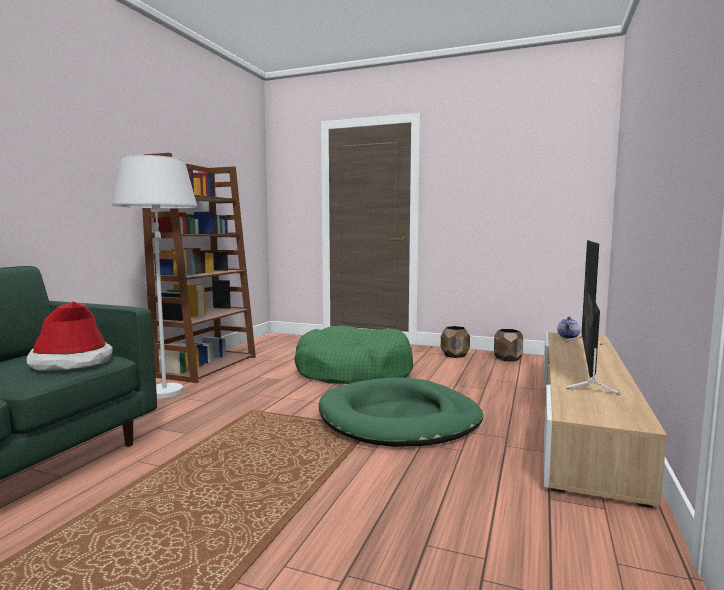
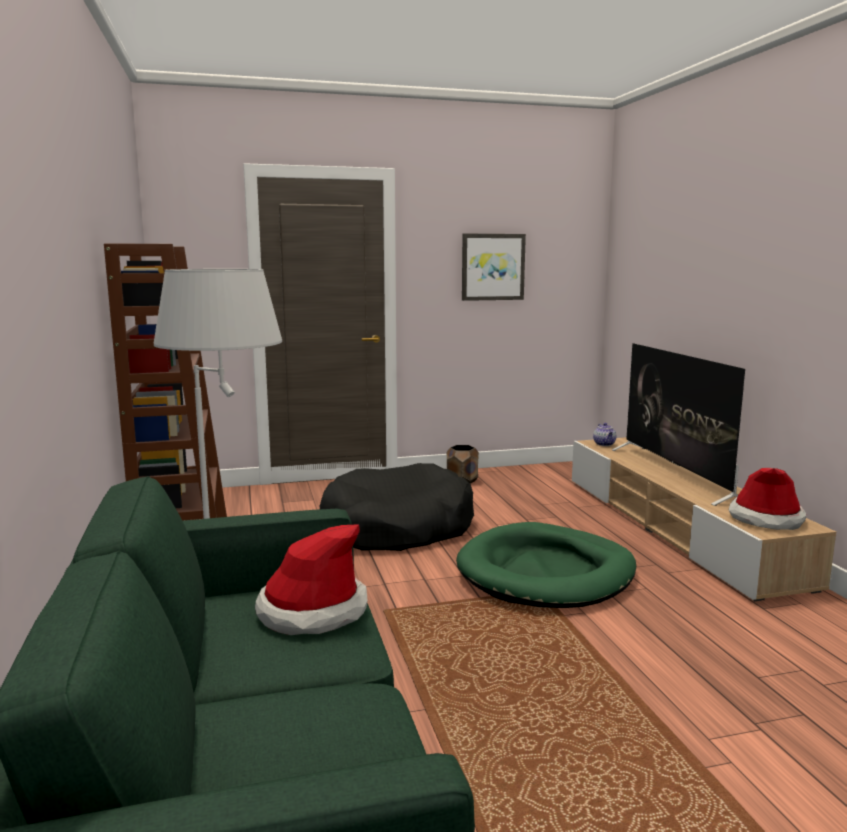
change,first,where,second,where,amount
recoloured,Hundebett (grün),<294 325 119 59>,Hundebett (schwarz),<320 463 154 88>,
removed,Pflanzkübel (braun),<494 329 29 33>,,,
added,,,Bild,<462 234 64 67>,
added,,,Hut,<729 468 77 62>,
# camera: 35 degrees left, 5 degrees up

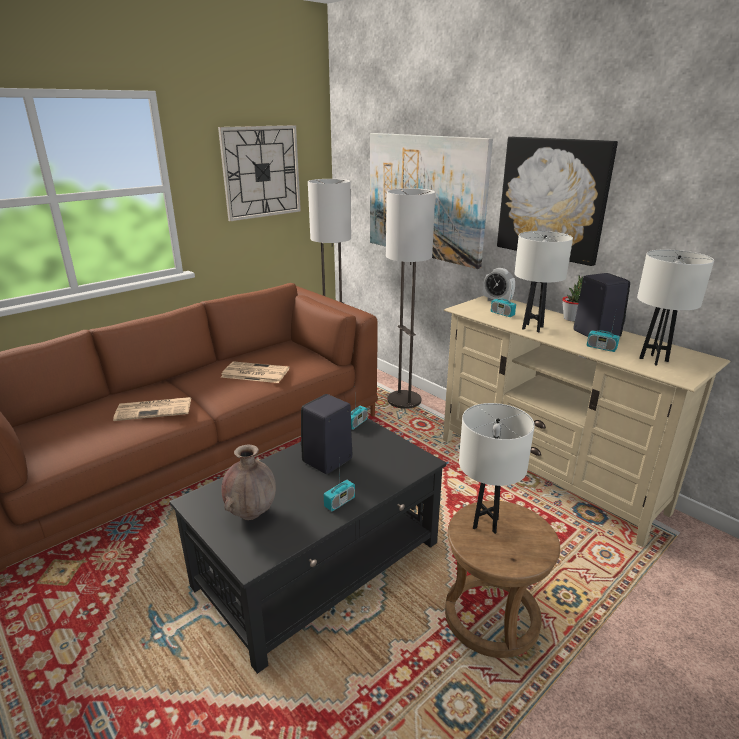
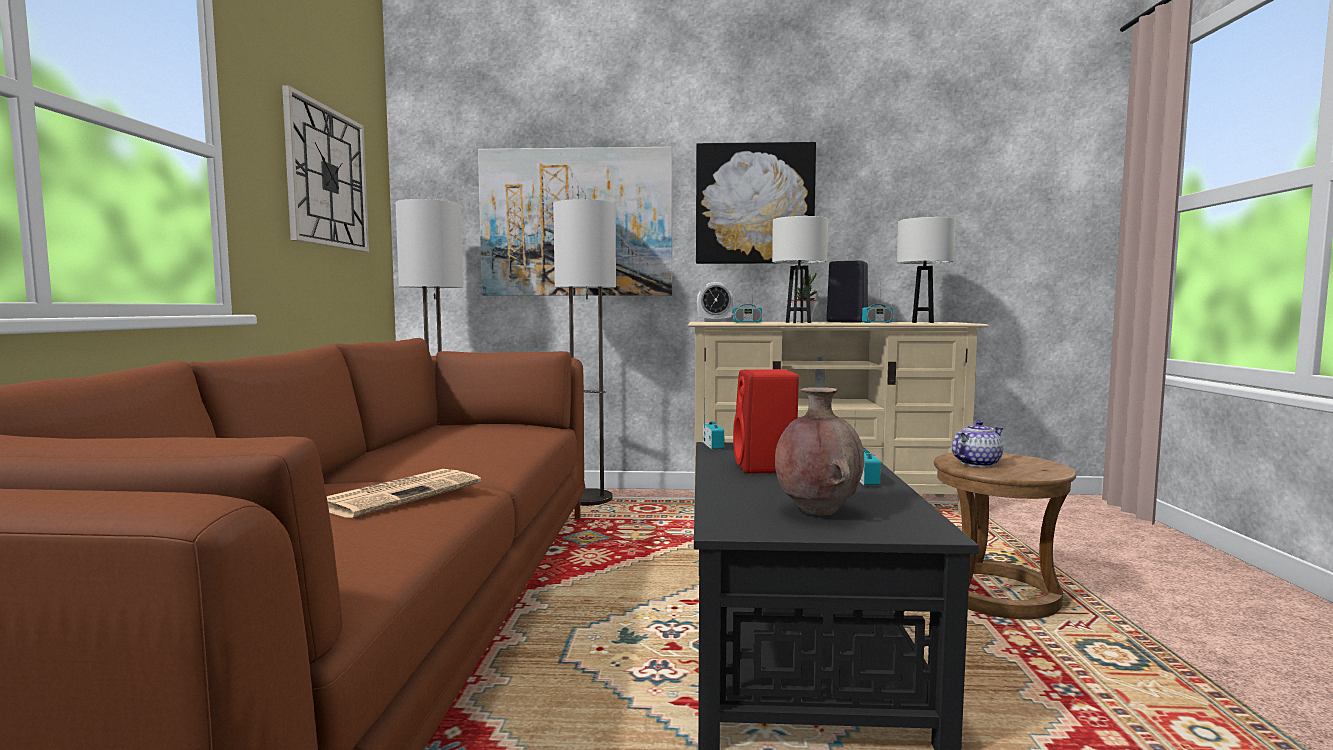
change,first,where,second,where,amount
removed,Zeitung,<221 362 68 21>,,,
recoloured,Lautsprecher (schwarz),<301 394 52 80>,Lautsprecher (rot),<733 369 66 105>,
replaced,Tischlampe (weiß),<459 403 76 131>,Teekanne,<952 420 51 47>,
# camera: 45 degrees left, 20 degrees down

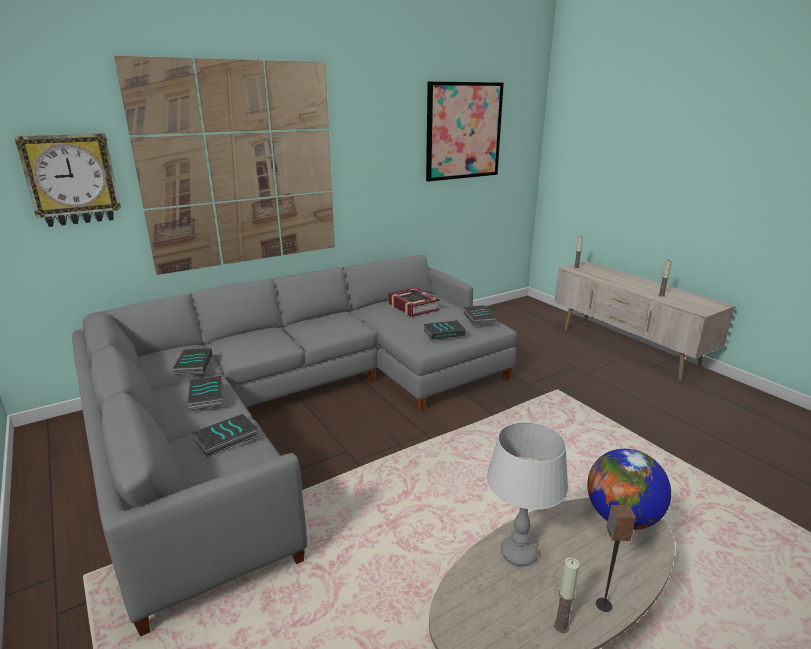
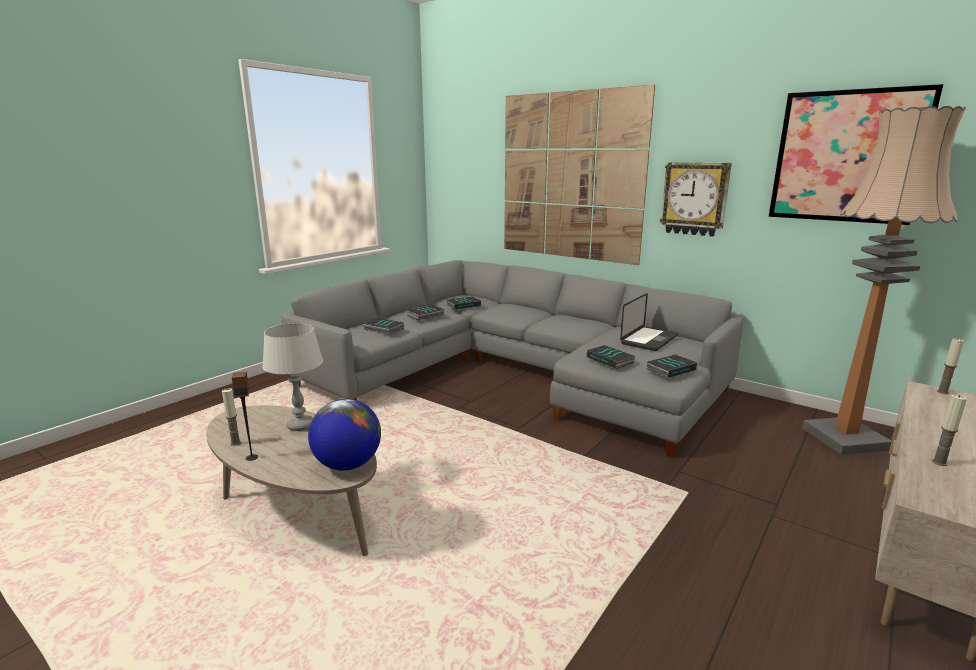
change,first,where,second,where,amount
moved,Wanduhr,<14 133 107 94>,,<660 162 72 75>,
replaced,Buch,<389 288 51 29>,Laptop,<620 293 58 58>,
added,,,Stehlampe,<802 106 164 349>,
# camera: 70 degrees right, 5 degrees down

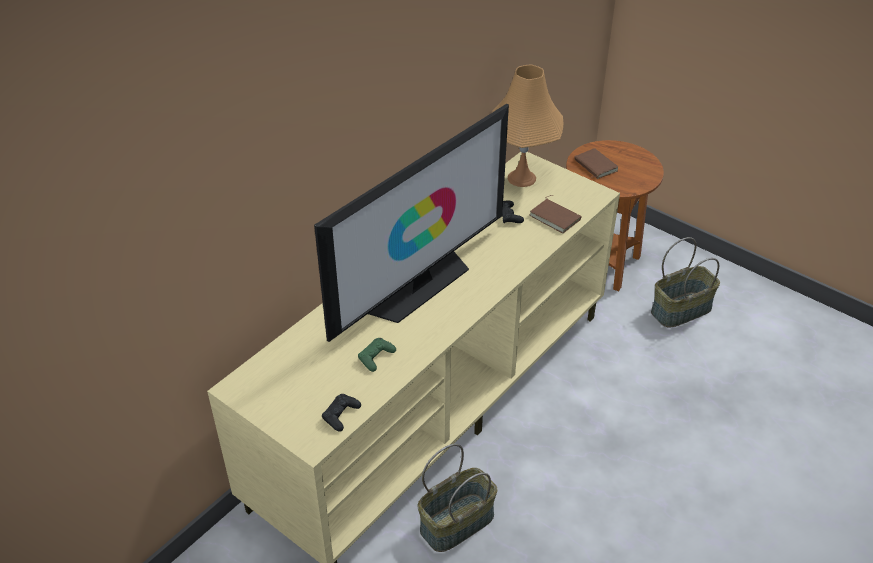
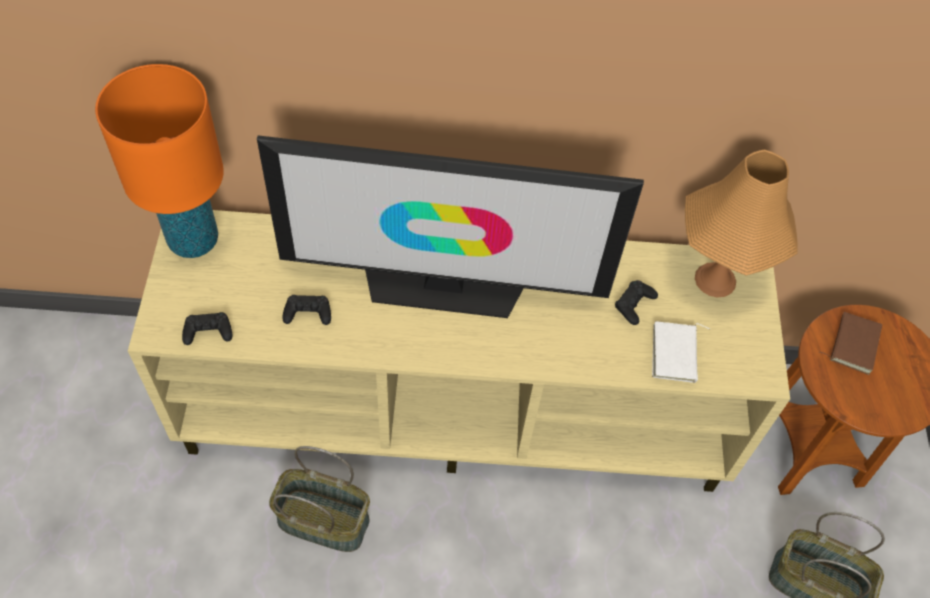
change,first,where,second,where,amount
recoloured,Gamepad (grün),<358 338 38 34>,Gamepad (schwarz),<282 295 49 30>,
recoloured,Buch (braun),<529 195 53 38>,Buch (weiß),<652 321 58 62>,
added,,,Tischlampe (orange),<95 64 129 194>,
# camera: 50 degrees right, 15 degrees up

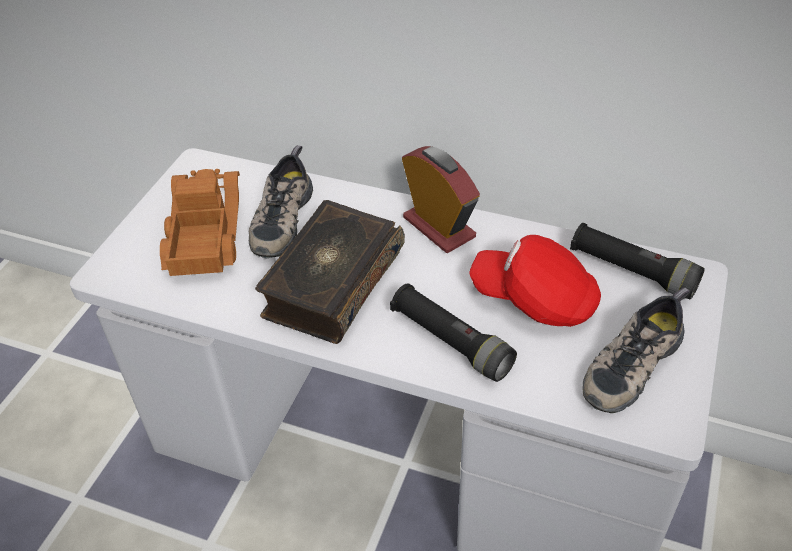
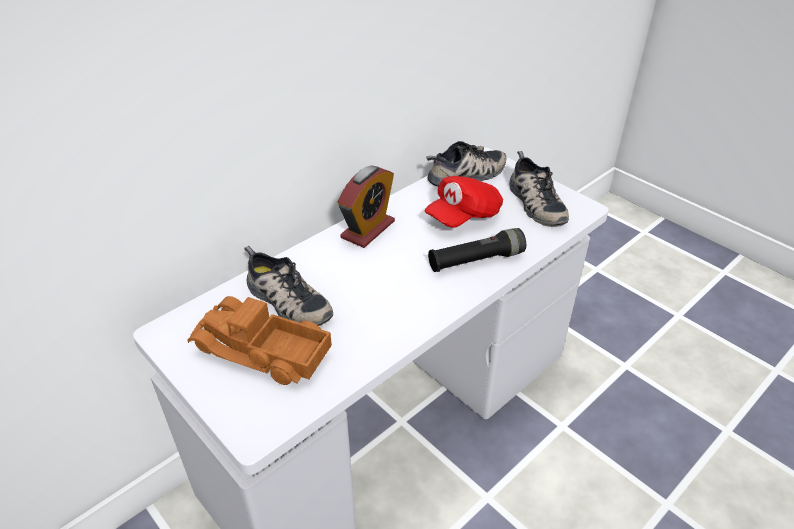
change,first,where,second,where,amount
removed,Buch,<255 200 150 144>,,,
turned,Wecker,<402 146 78 107>,,<338 165 57 83>,135 degrees clockwise
replaced,Taschenlampe (schwarz),<570 223 135 77>,Schuh,<426 141 80 46>,
# camera: 65 degrees left, 5 degrees down

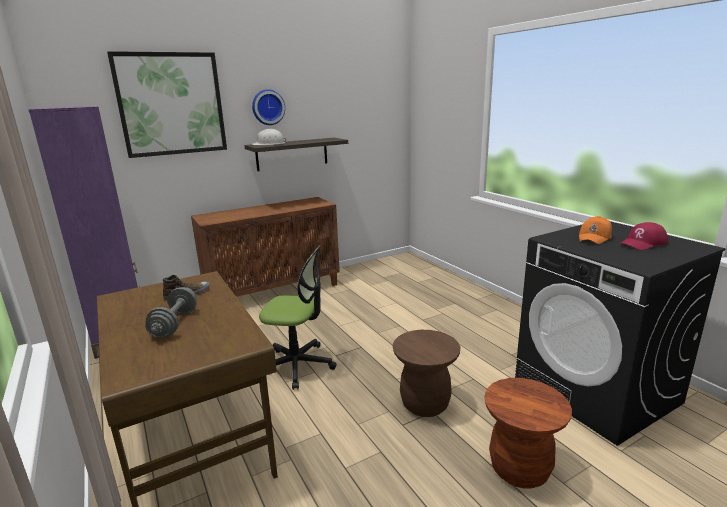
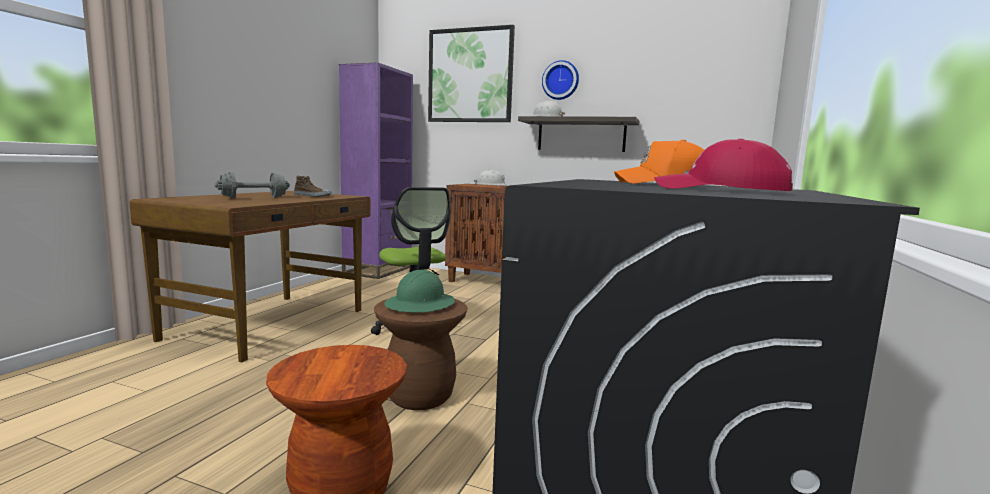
change,first,where,second,where,amount
added,,,Schutzhelm (grün),<384 270 71 43>,
added,,,Schutzhelm (weiß),<474 170 36 16>,
# camera: 50 degrees right, 10 degrees down

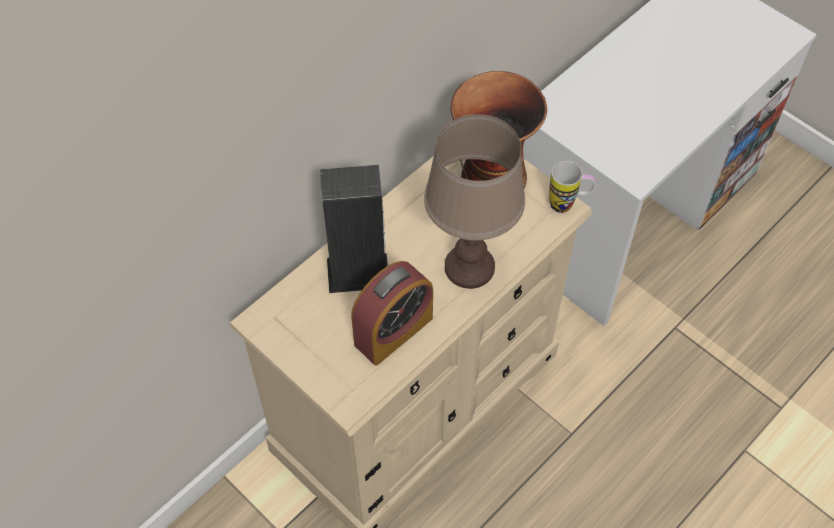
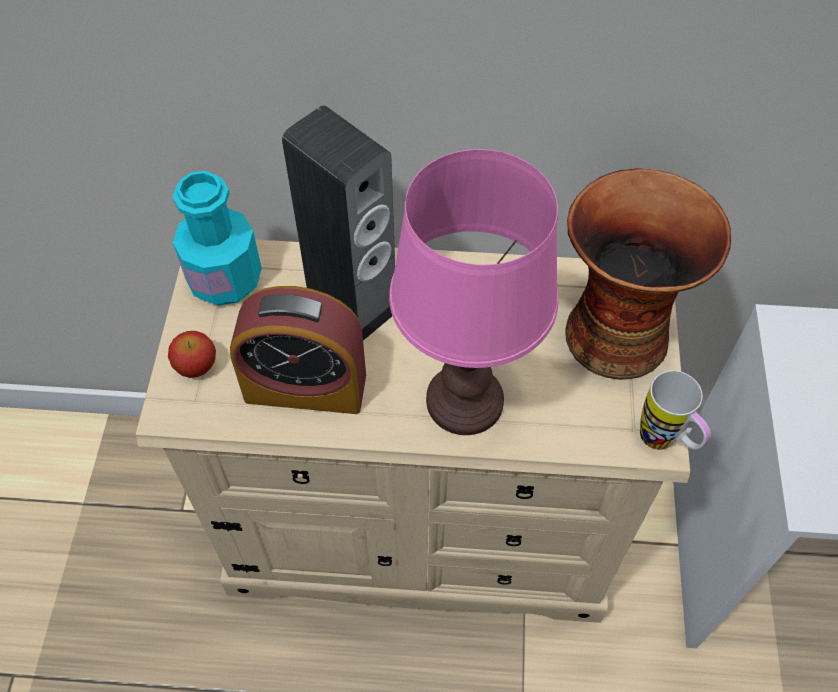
change,first,where,second,where,amount
recoloured,Tischlampe (braun),<424 114 101 175>,Tischlampe (rosa),<389 149 169 286>,
added,,,Apfel,<168 331 48 47>,
added,,,Flasche (türkis),<173 171 89 134>,
# camera: 50 degrees right, 0 degrees up

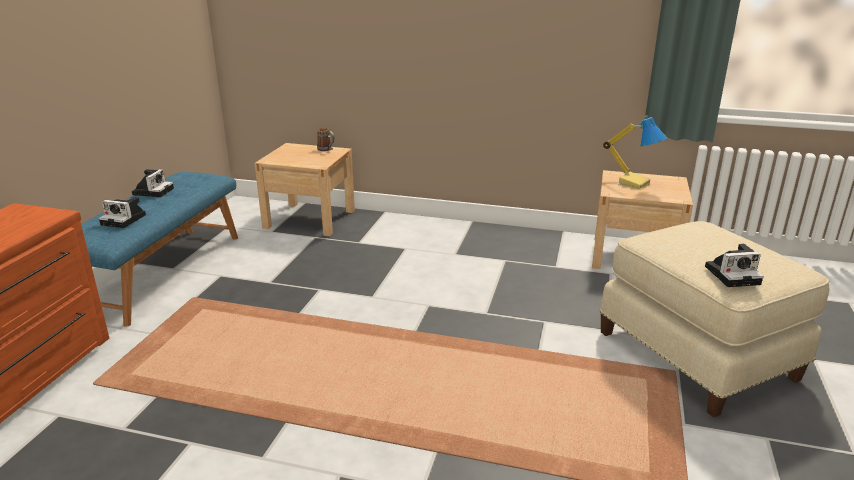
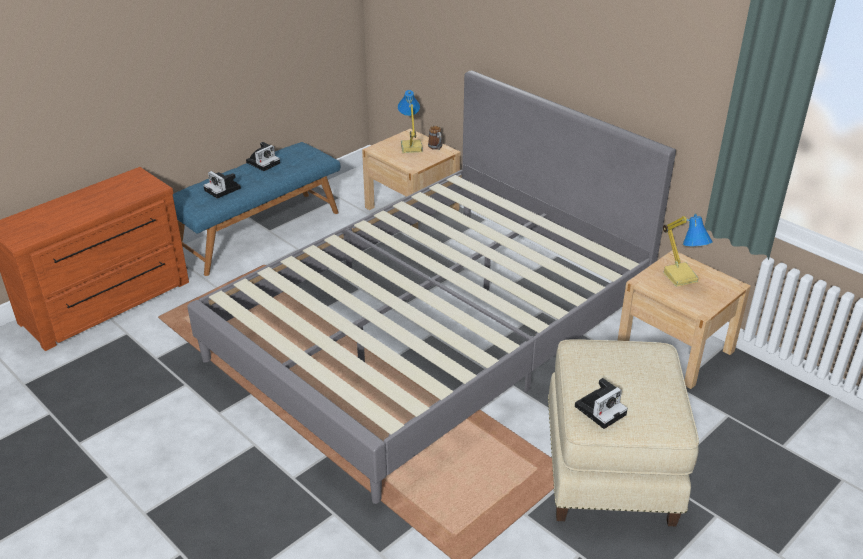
change,first,where,second,where,amount
turned,Kamera,<705 243 59 44>,,<575 378 53 51>,60 degrees counterclockwise
added,,,Bett (grau),<187 70 489 434>,
added,,,Tischlampe,<398 90 24 63>,
# camera: 30 degrees right, 10 degrees up

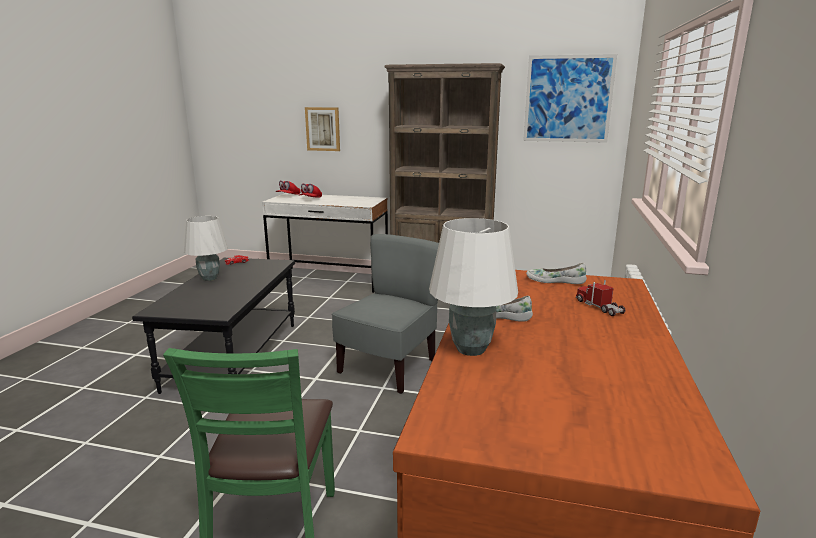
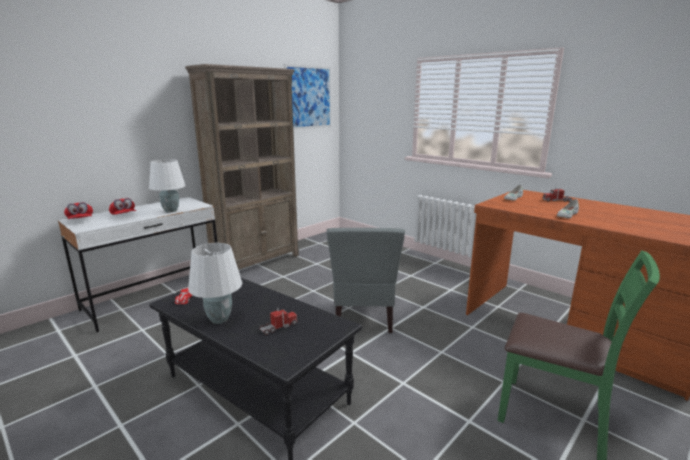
change,first,where,second,where,amount
removed,Bild,<305 107 35 44>,,,
turned,Stuhl (grau),<332 234 107 160>,,<327 228 78 106>,150 degrees counterclockwise
moved,Tischlampe (weiß),<429 218 89 138>,,<149 159 37 54>,
added,,,Spielzeuglaster,<259 307 39 28>,
# camera: 60 degrees left, 0 degrees up

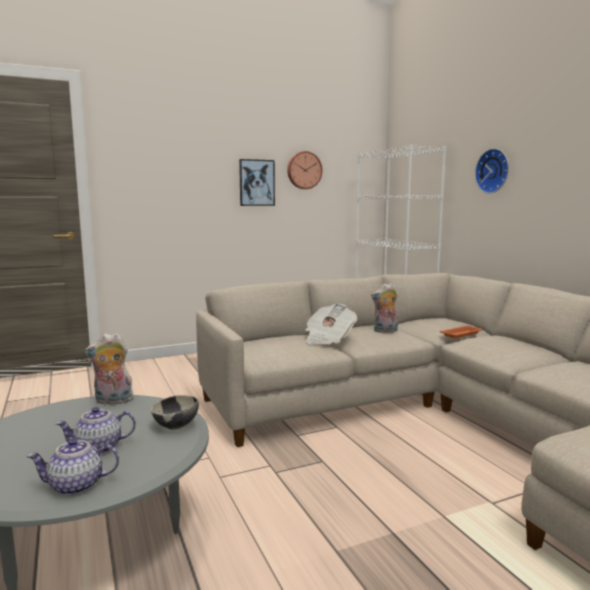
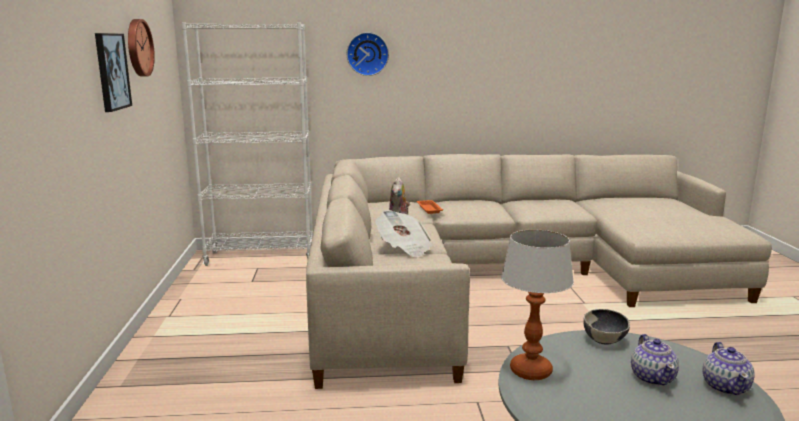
change,first,where,second,where,amount
replaced,Plüschtier,<85 333 49 72>,Tischlampe,<501 229 73 151>,
# camera: 70 degrees left, 5 degrees up

